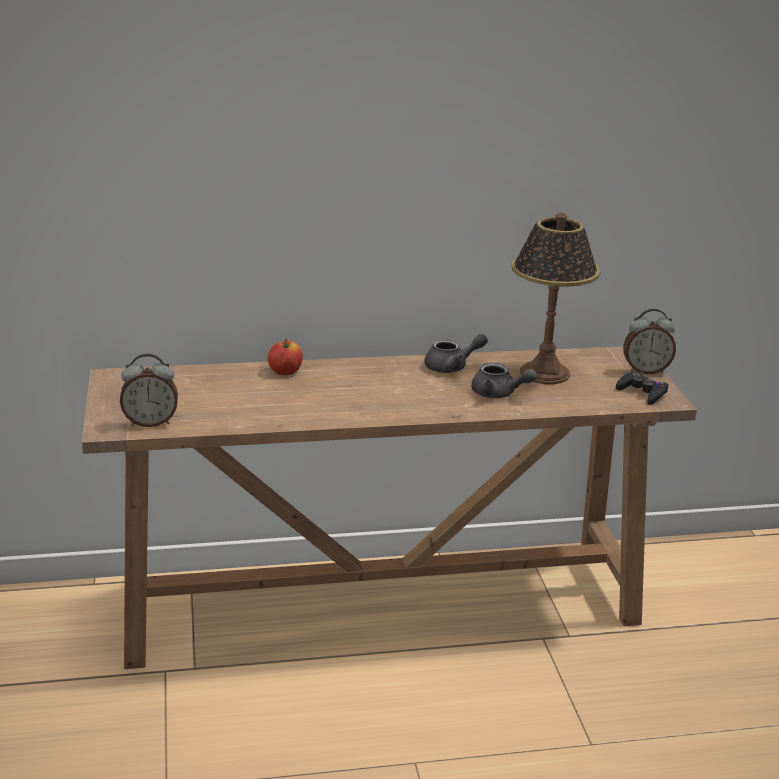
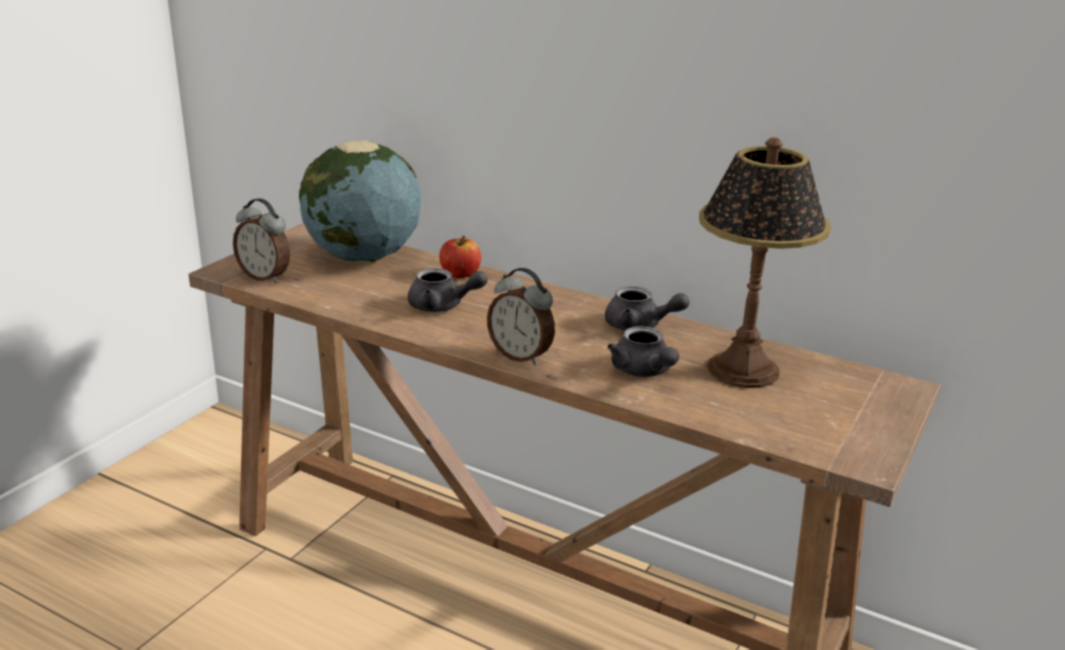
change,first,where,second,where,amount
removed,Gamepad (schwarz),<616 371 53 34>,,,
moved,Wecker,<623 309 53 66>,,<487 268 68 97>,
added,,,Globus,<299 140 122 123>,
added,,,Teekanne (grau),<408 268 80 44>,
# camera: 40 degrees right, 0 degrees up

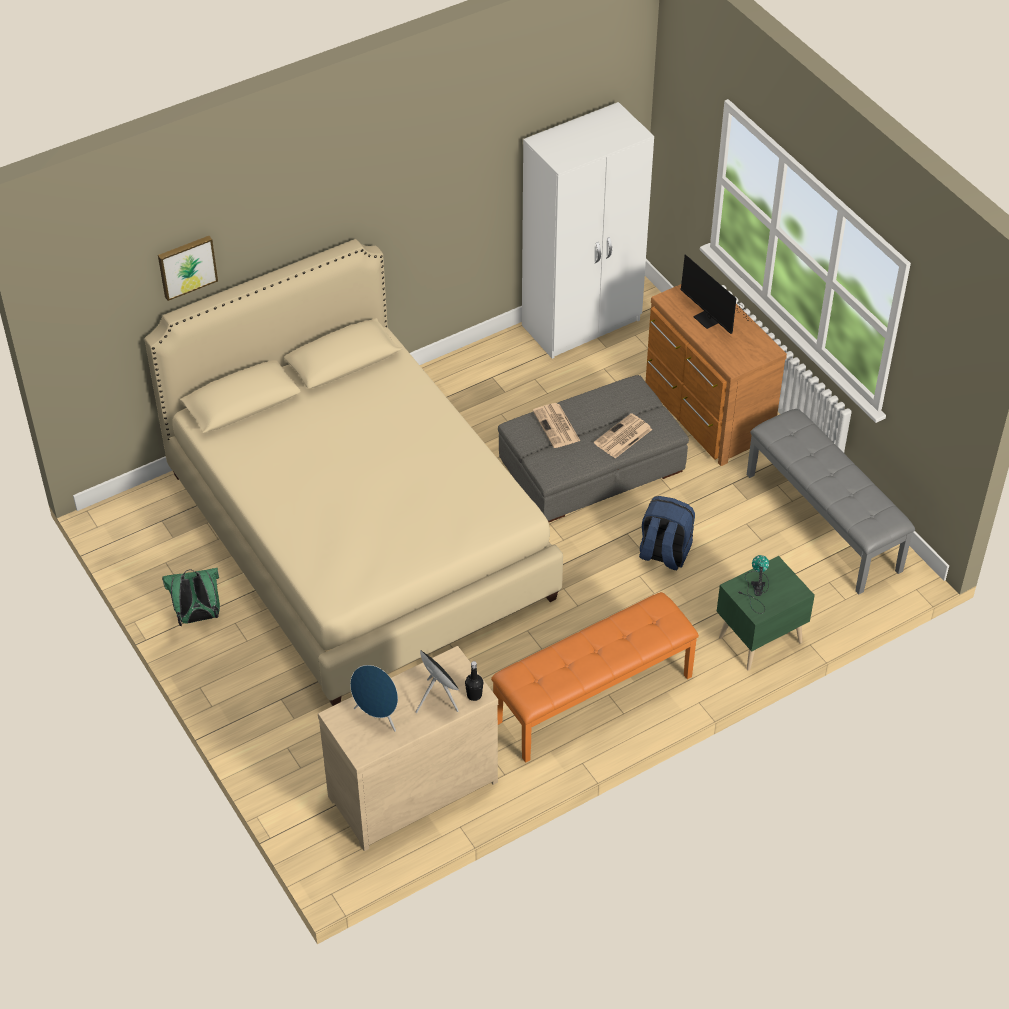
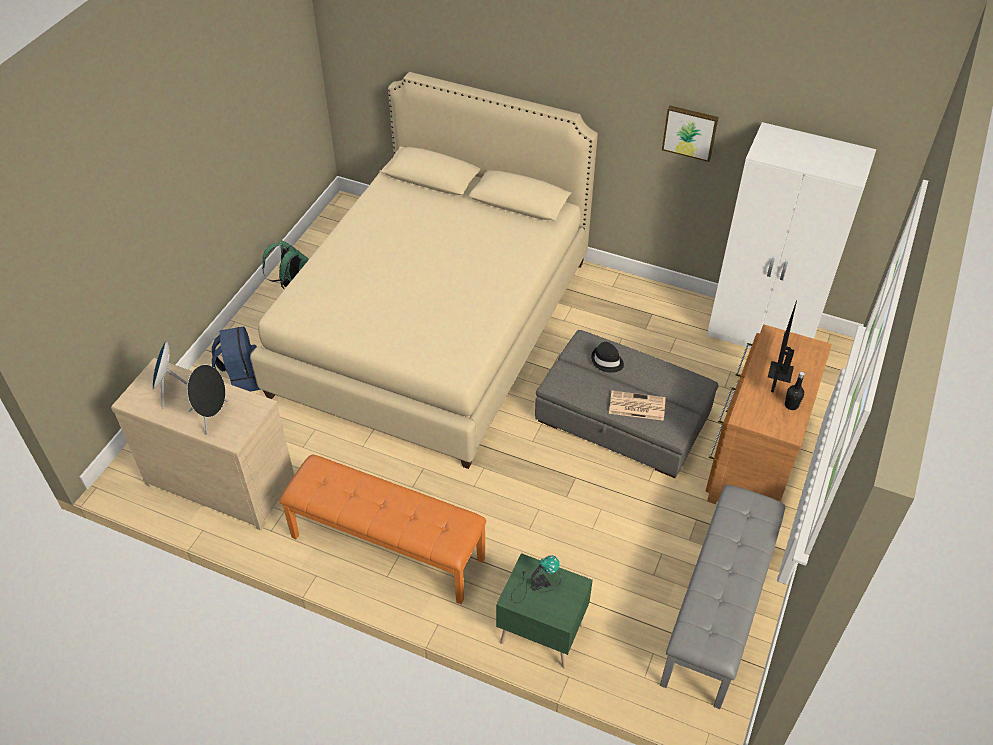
change,first,where,second,where,amount
moved,Bild,<158 236 60 65>,,<662 105 57 57>,
moved,Flasche (schwarz),<465 661 18 40>,,<785 372 20 38>,
replaced,Zeitung,<533 403 47 45>,Hut (schwarz),<591 342 33 31>,
moved,Rucksack (blau),<639 496 56 74>,,<212 326 48 66>,
# camera: 55 degrees right, 0 degrees up

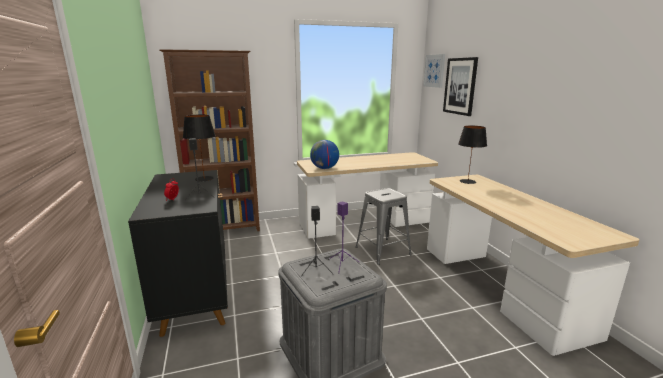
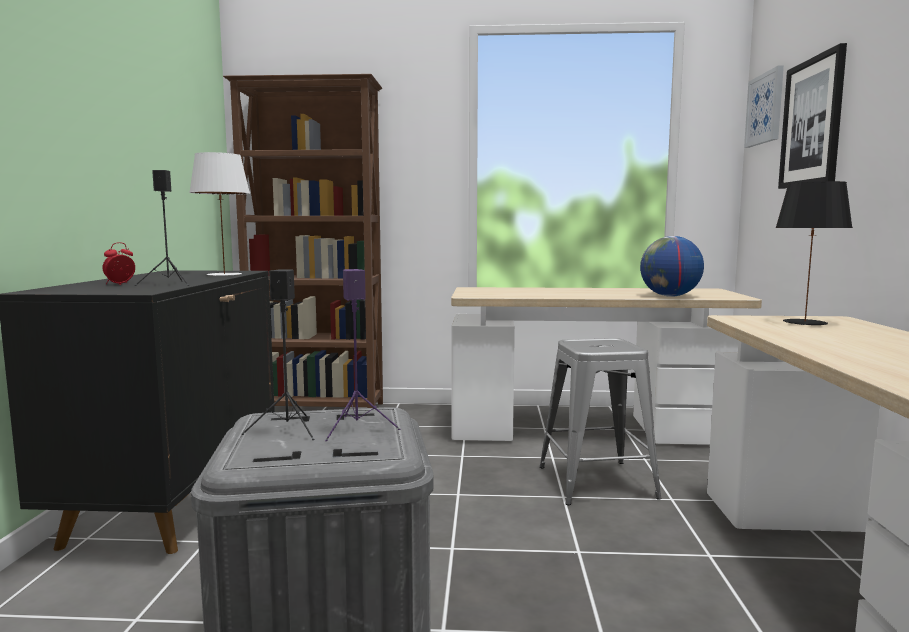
change,first,where,second,where,amount
recoloured,Tischlampe (schwarz),<183 114 33 68>,Tischlampe (weiß),<189 152 61 124>,
moved,Globus,<310 140 29 29>,,<640 236 64 61>,
# camera: 20 degrees right, 10 degrees down

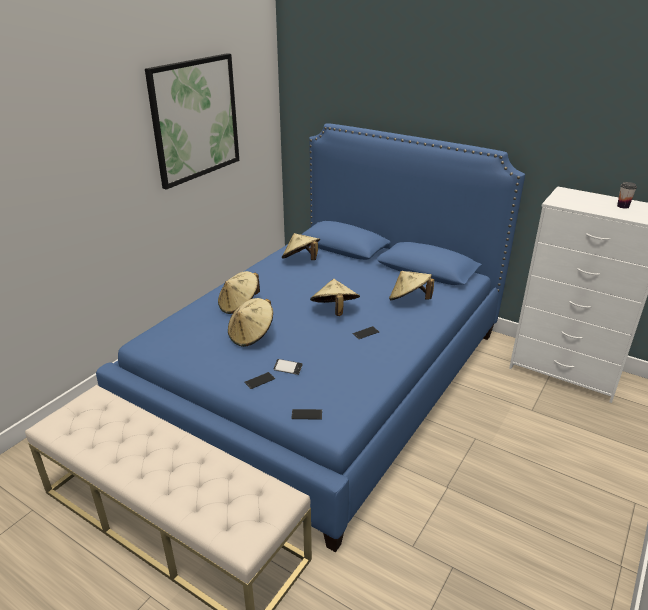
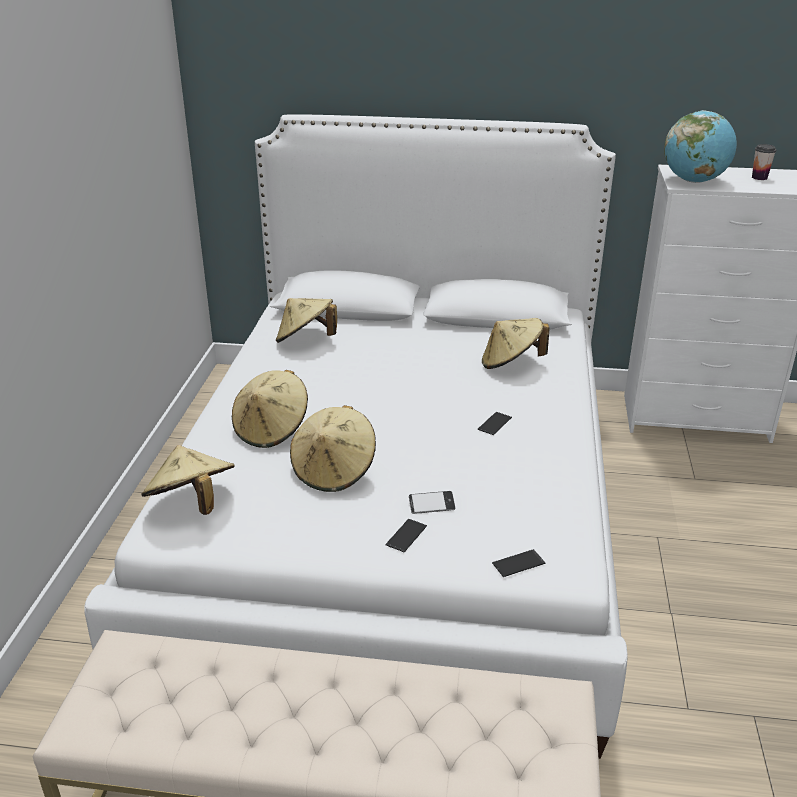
change,first,where,second,where,amount
recoloured,Bett (blau),<96 123 429 429>,Bett (weiß),<84 114 544 645>,
removed,Bild,<145 53 94 137>,,,
moved,Hut (beige),<310 279 50 37>,,<141 445 94 70>,
added,,,Globus,<664 110 73 73>,
# camera: 25 degrees left, 0 degrees up

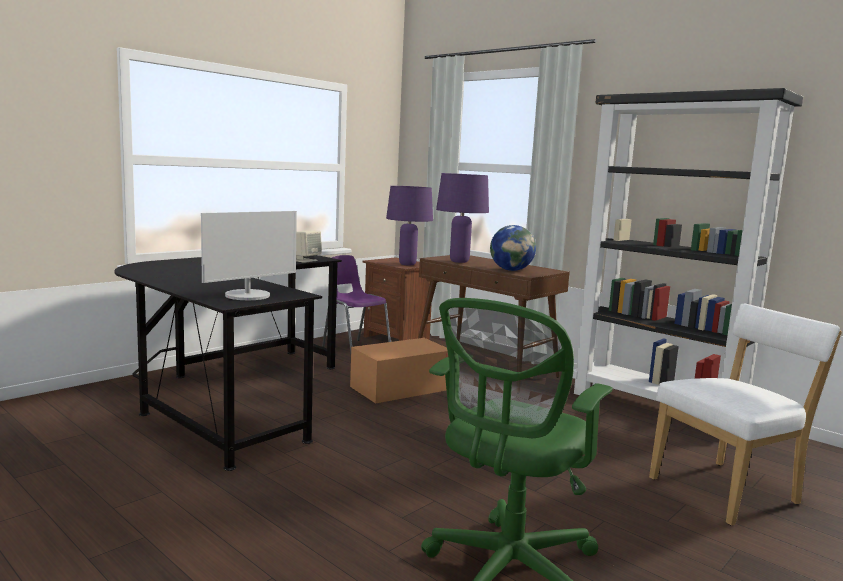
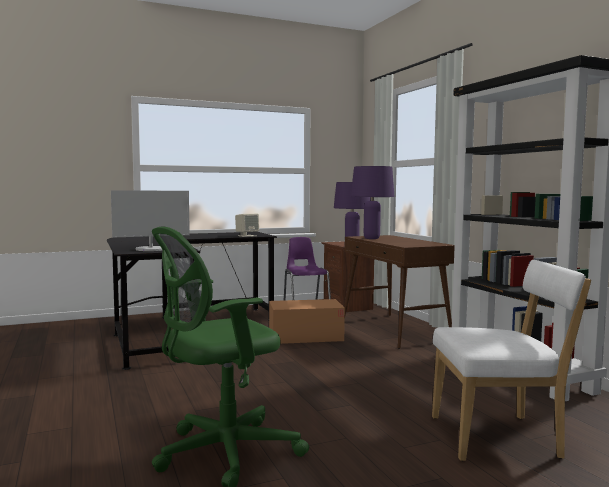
change,first,where,second,where,amount
removed,Globus,<490 225 46 46>,,,
# camera: 25 degrees right, 5 degrees down

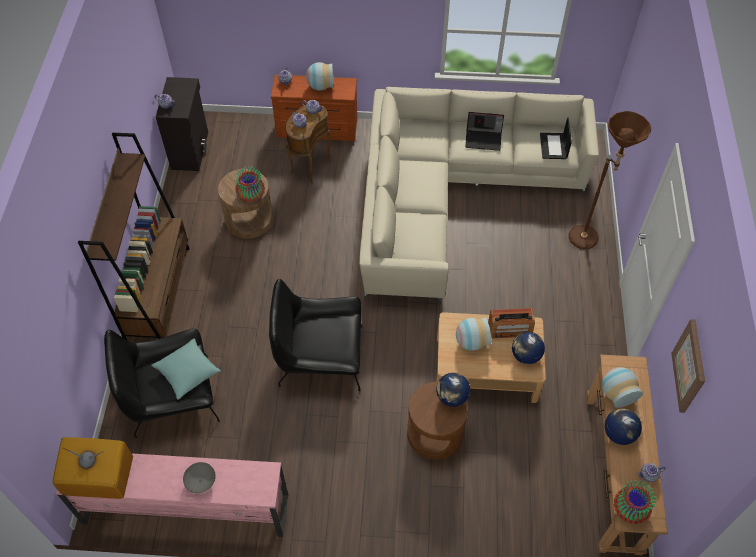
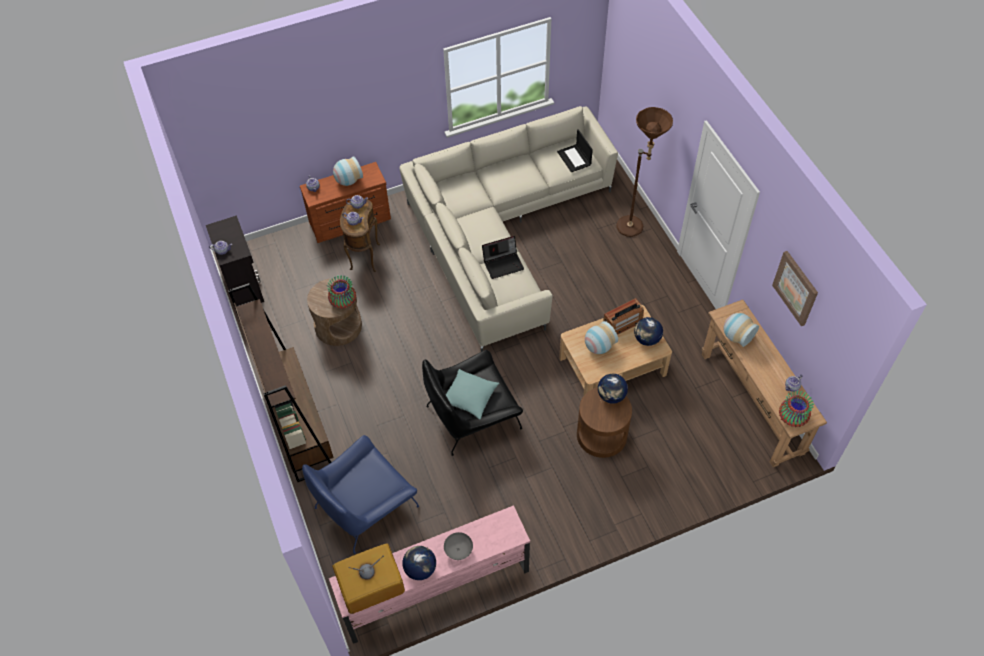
change,first,where,second,where,amount
recoloured,Sessel (schwarz),<104 328 116 110>,Sessel (blau),<302 435 117 119>,
moved,Kissen (türkis),<151 339 70 61>,,<446 369 53 50>,
moved,Laptop,<465 112 39 39>,,<482 236 42 43>,
moved,Globus,<605 409 37 36>,,<402 546 34 34>,
# camera: 25 degrees left, 0 degrees up

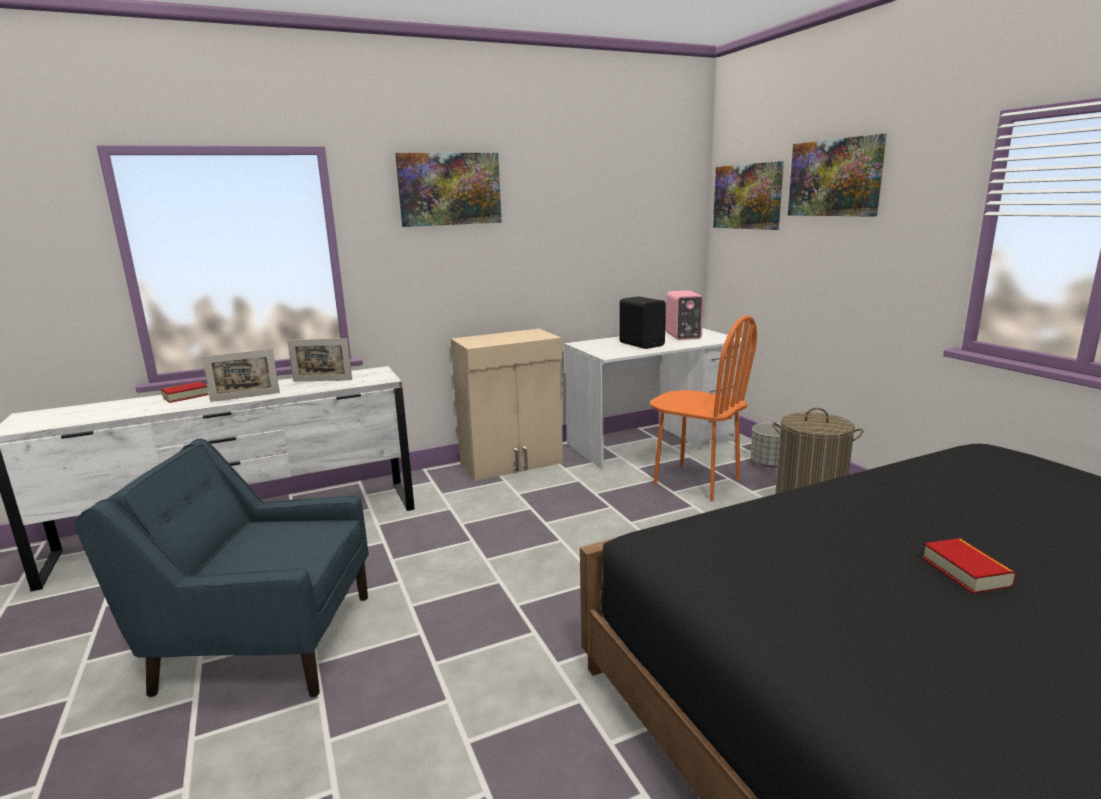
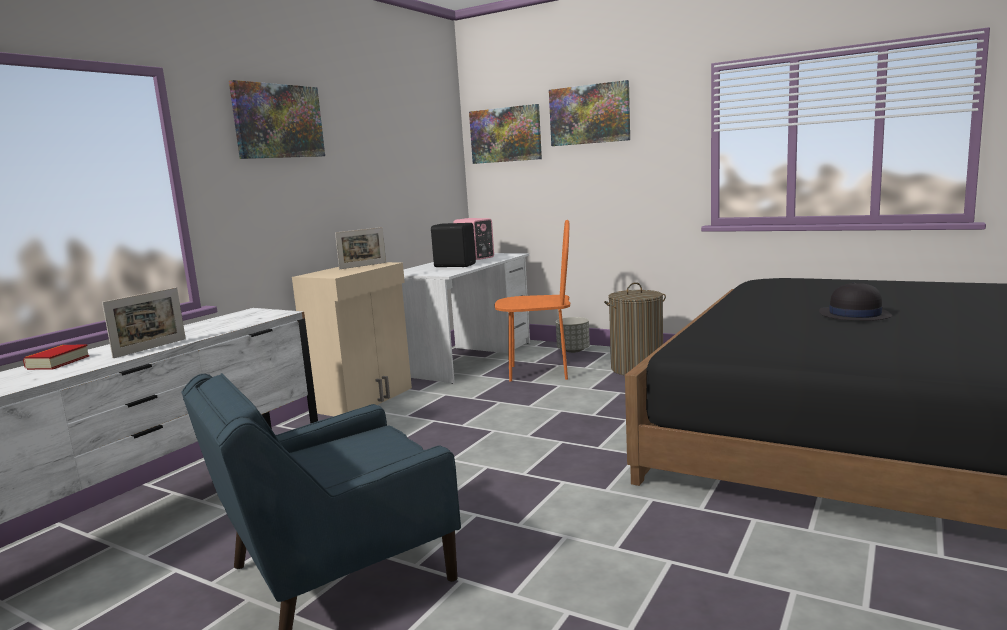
change,first,where,second,where,amount
moved,Bilderrahmen,<287 338 65 44>,,<335 227 51 42>,
replaced,Buch,<922 538 94 56>,Hut (schwarz),<819 282 74 39>,
# camera: 35 degrees left, 5 degrees down

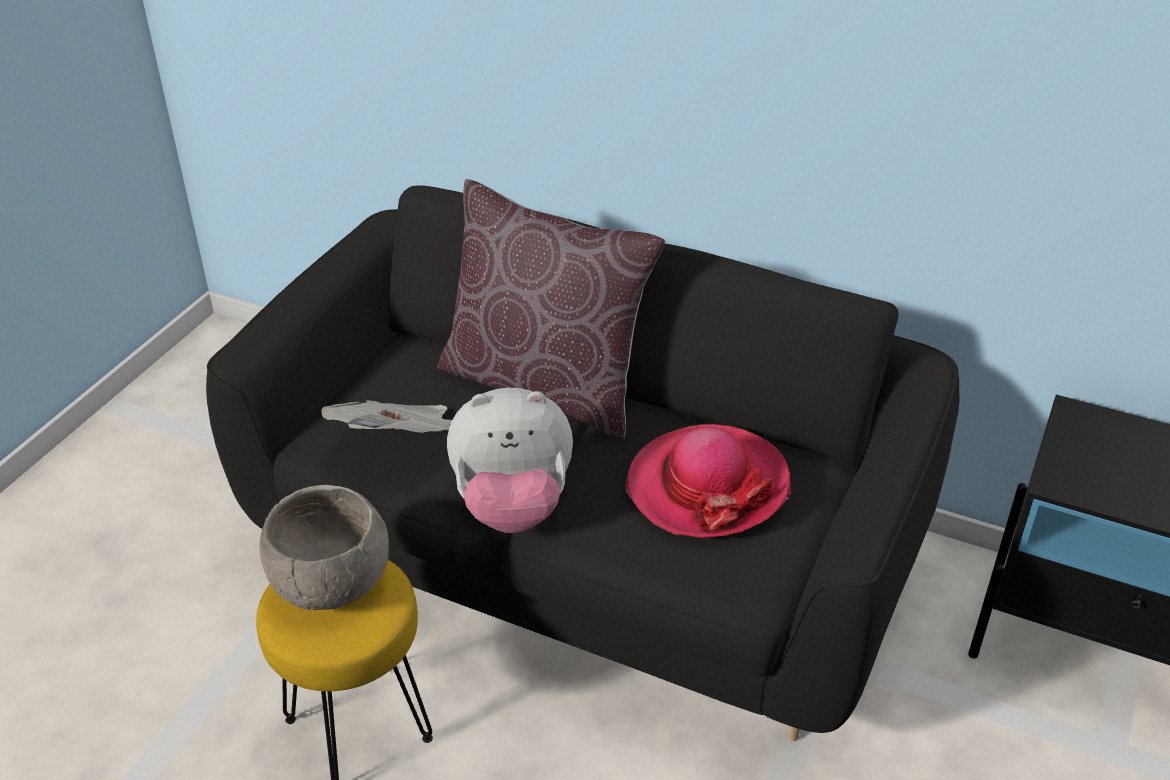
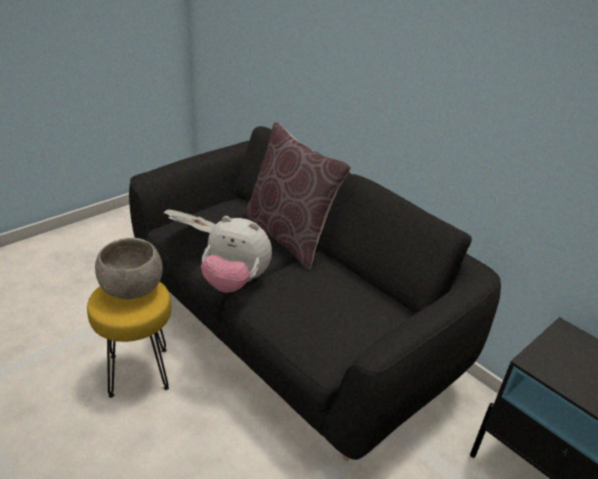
change,first,where,second,where,amount
removed,Hut,<625 424 166 114>,,,
# camera: 20 degrees right, 5 degrees down

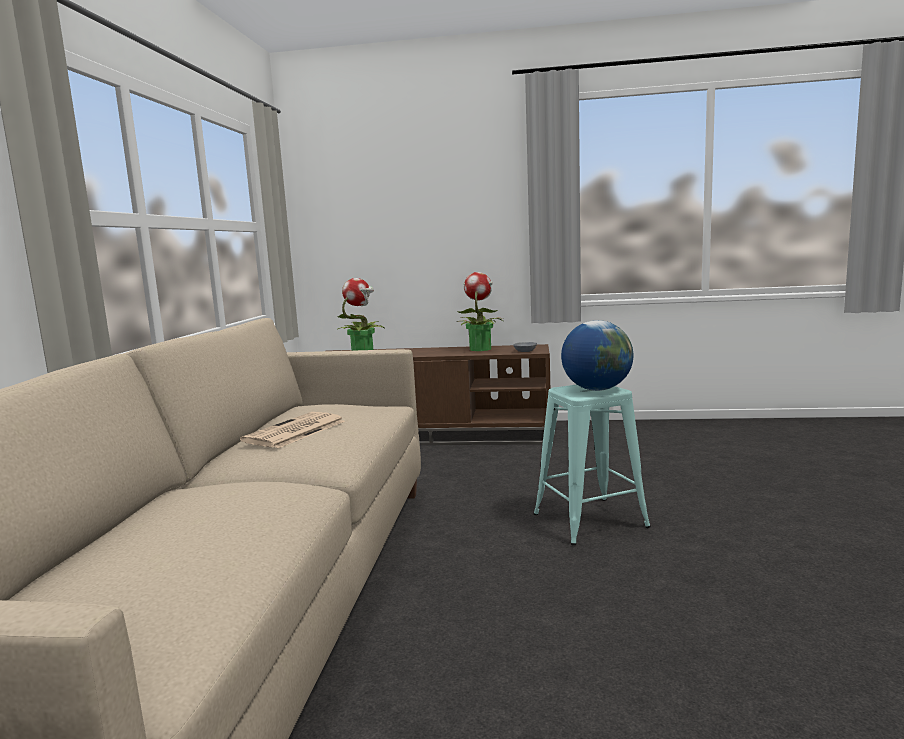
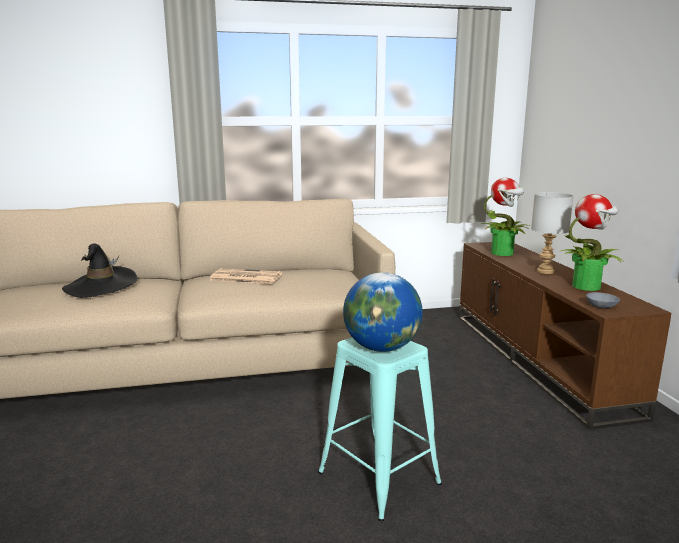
change,first,where,second,where,amount
added,,,Hut (schwarz),<62 244 76 54>,
added,,,Tischlampe (grau),<531 192 42 82>,
# camera: 70 degrees right, 5 degrees up

